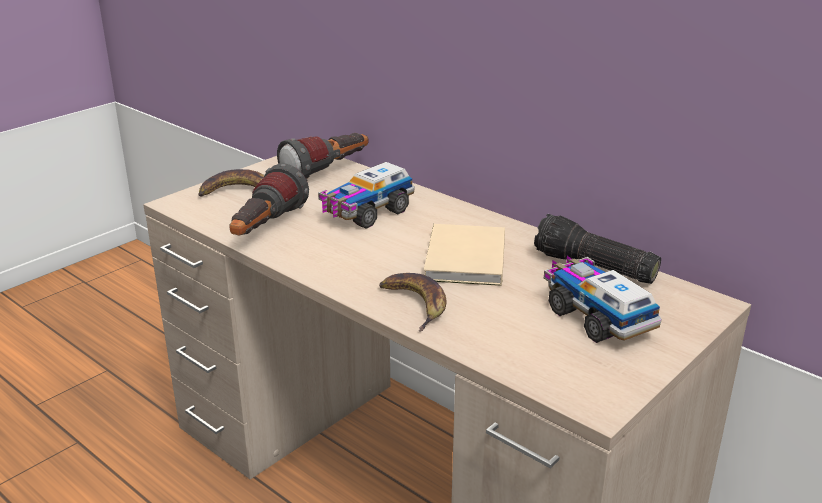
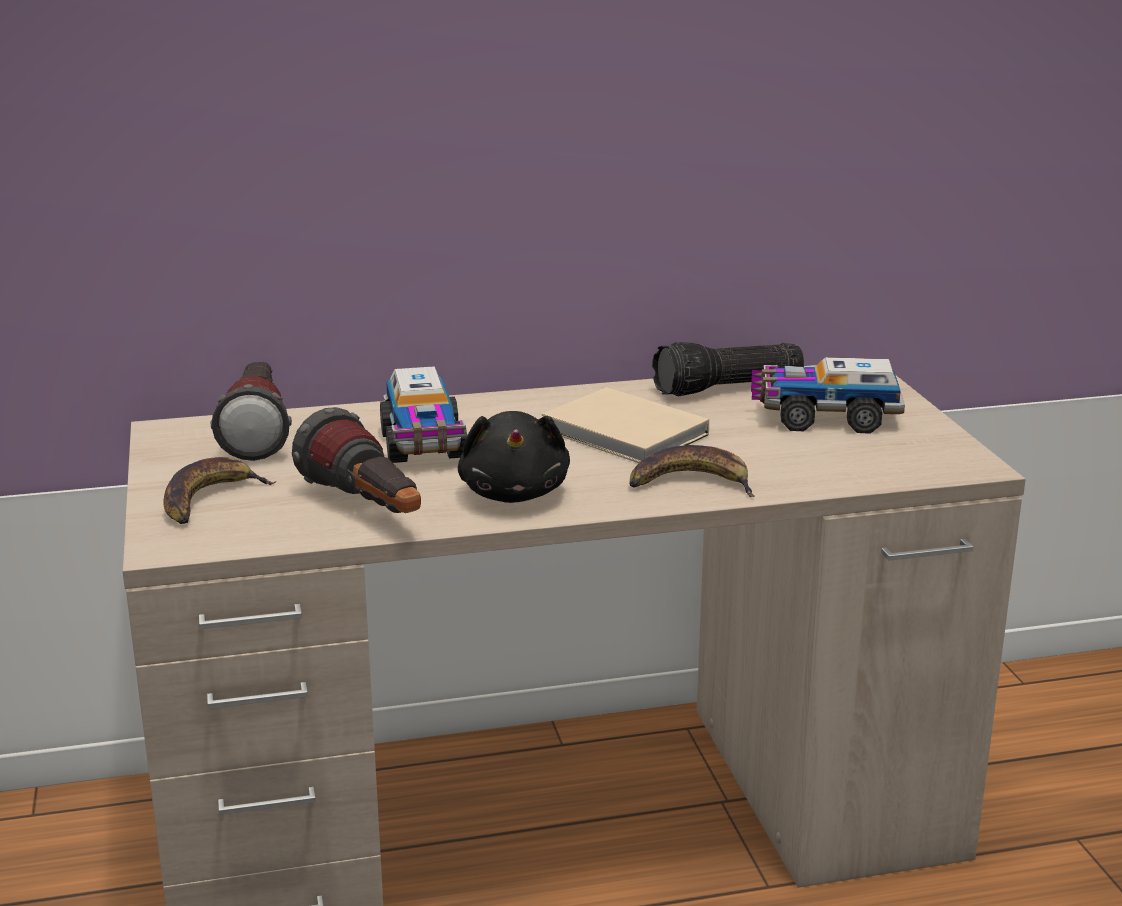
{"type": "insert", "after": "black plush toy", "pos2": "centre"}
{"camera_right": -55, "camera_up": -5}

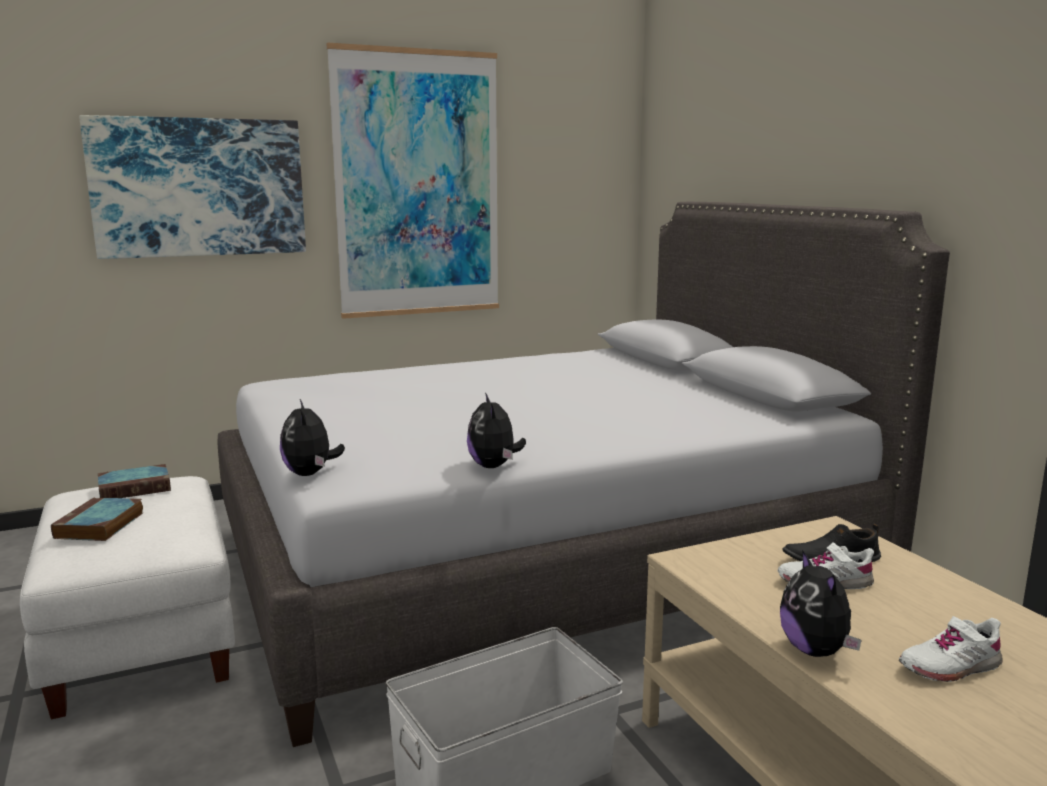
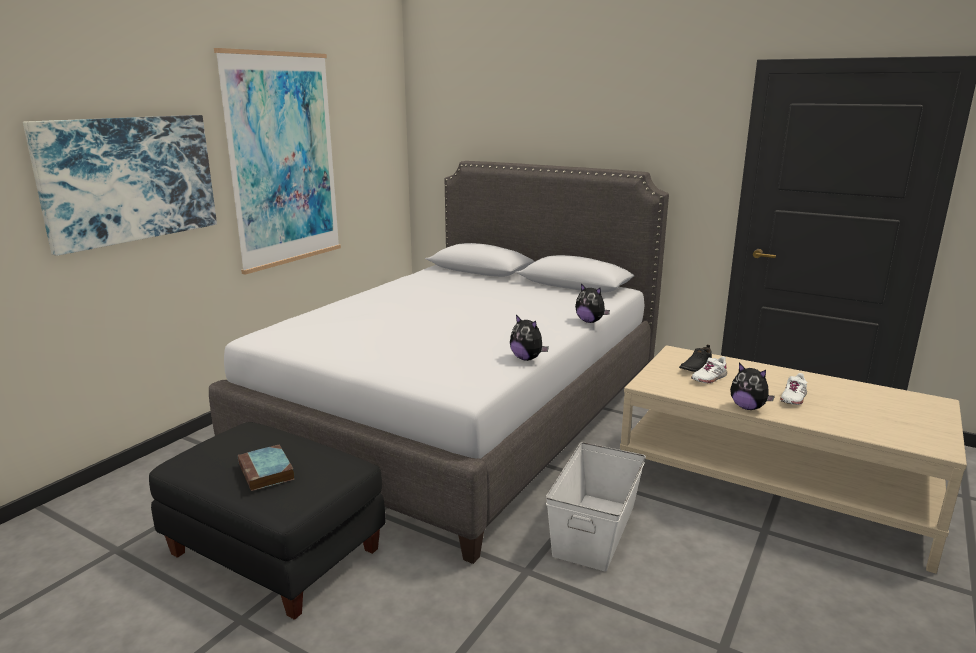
{"type": "recolor", "before": "white ottoman", "after": "black ottoman", "pos1": "bottom left", "pos2": "bottom left"}
{"type": "move", "before": "plush toy (1st from left in the first image)", "after": "plush toy (2nd from left)", "pos1": "middle left", "pos2": "centre"}
{"type": "delete", "before": "book (2nd from left)", "pos1": "middle left"}
{"camera_right": -35, "camera_up": 5}

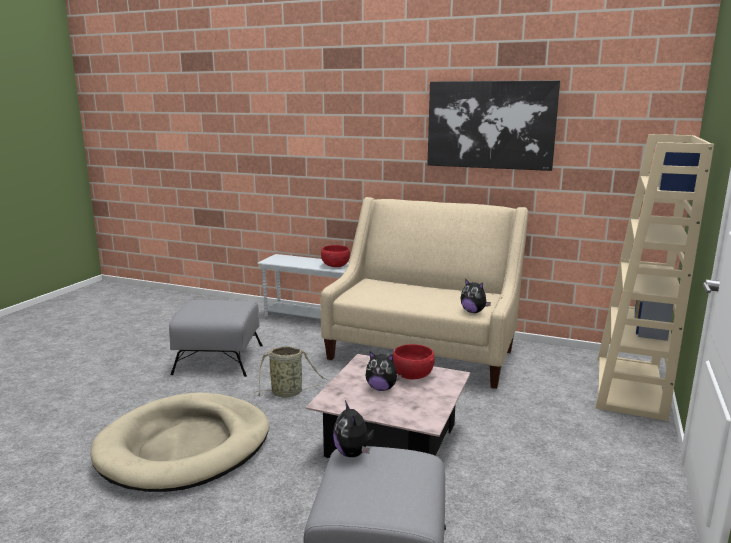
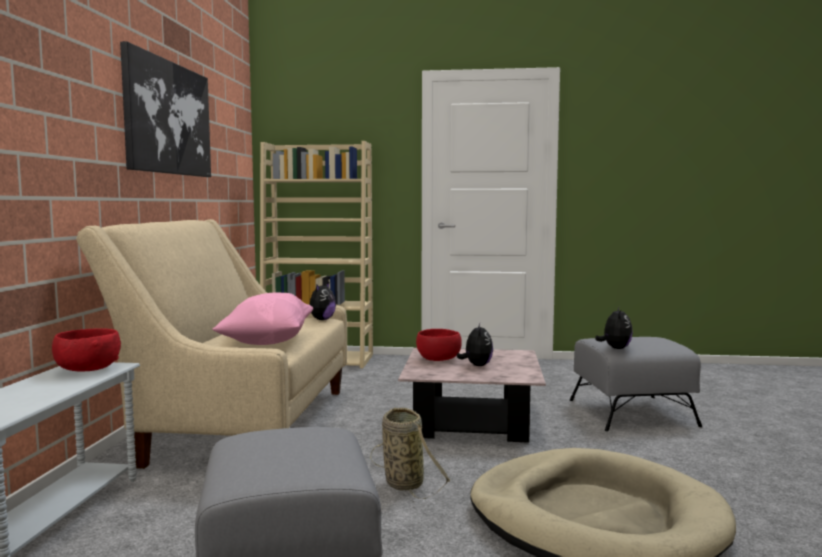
{"type": "insert", "after": "pink pillow", "pos2": "middle left"}
{"type": "rotate", "before": "plush toy (1st from left in the first image)", "pos1": "bottom centre", "pos2": "middle right", "turn": -45}
{"camera_right": -105, "camera_up": -10}

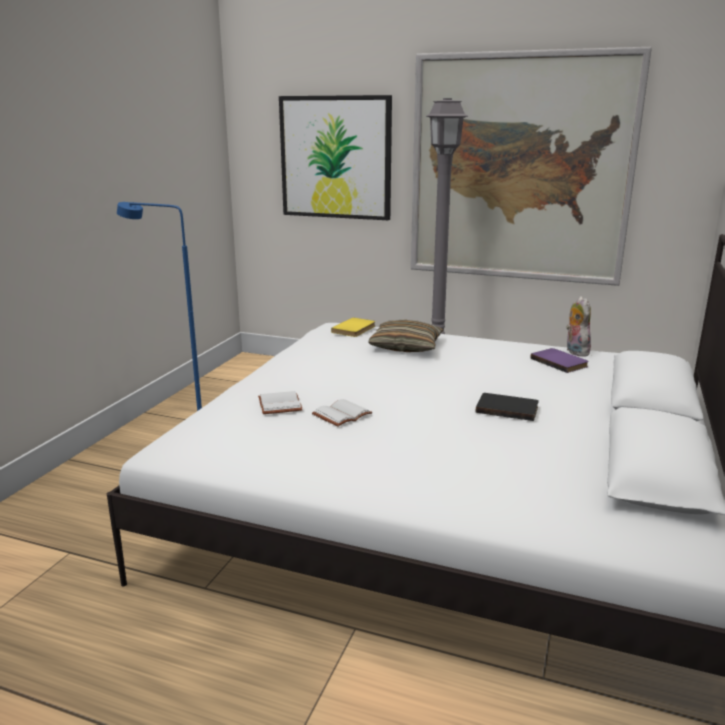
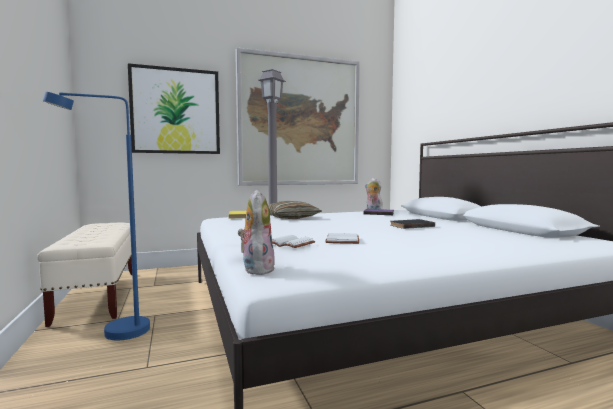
{"type": "insert", "after": "beige bench", "pos2": "bottom left"}
{"type": "insert", "after": "plush toy (1st from left)", "pos2": "centre"}
{"camera_right": -40, "camera_up": -15}

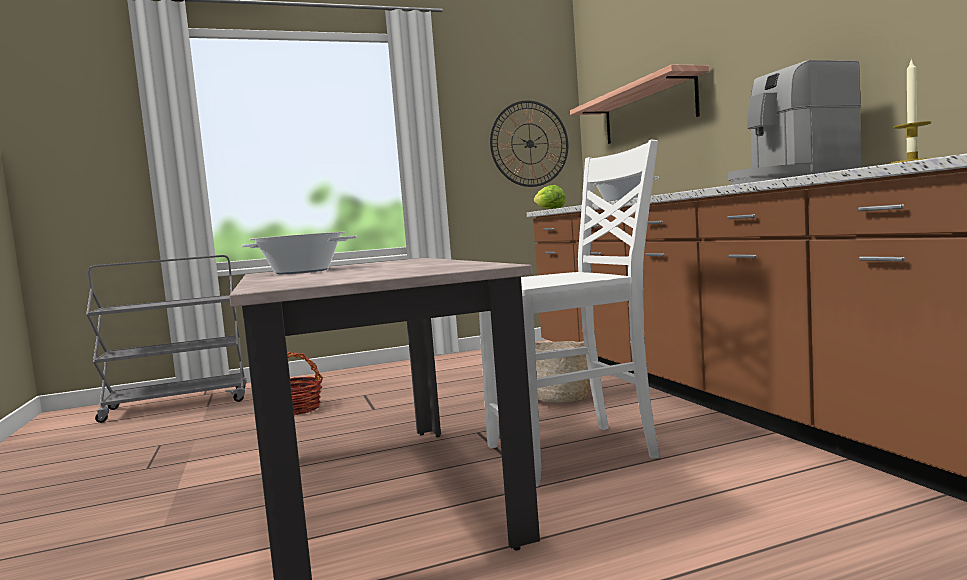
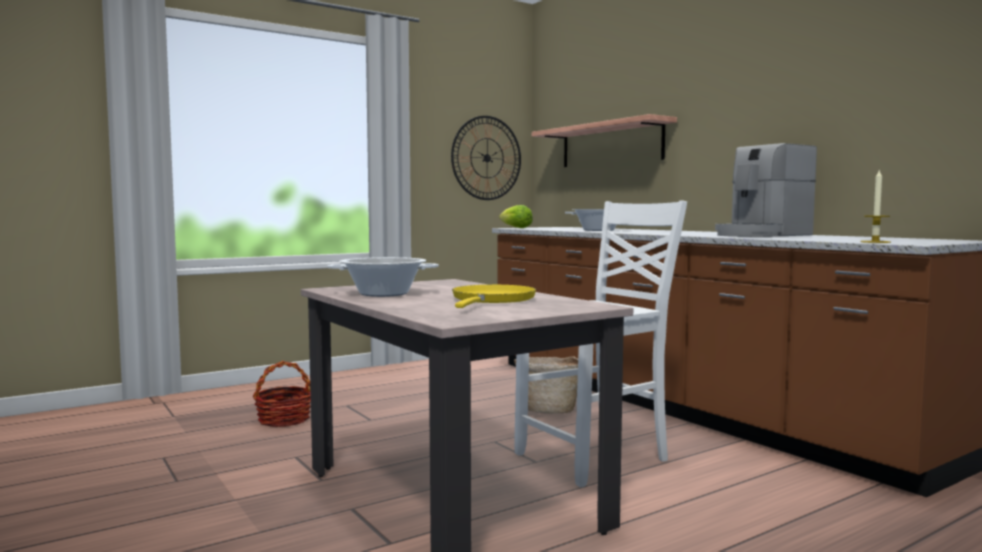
{"type": "insert", "after": "yellow frying pan", "pos2": "centre"}
{"type": "delete", "before": "grey cart", "pos1": "middle left"}
{"camera_right": -15, "camera_up": 0}

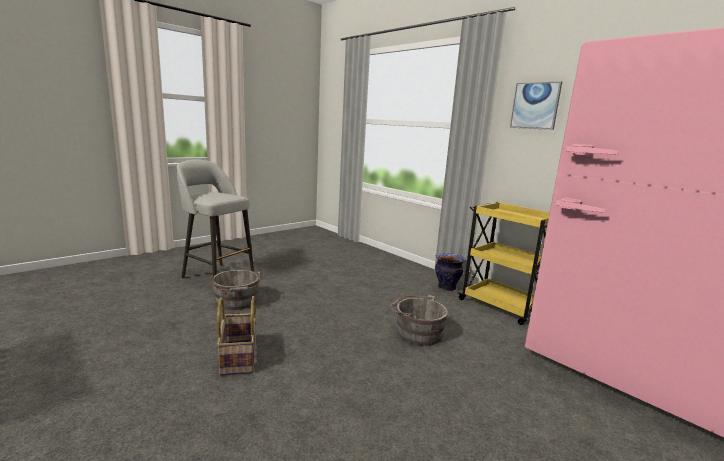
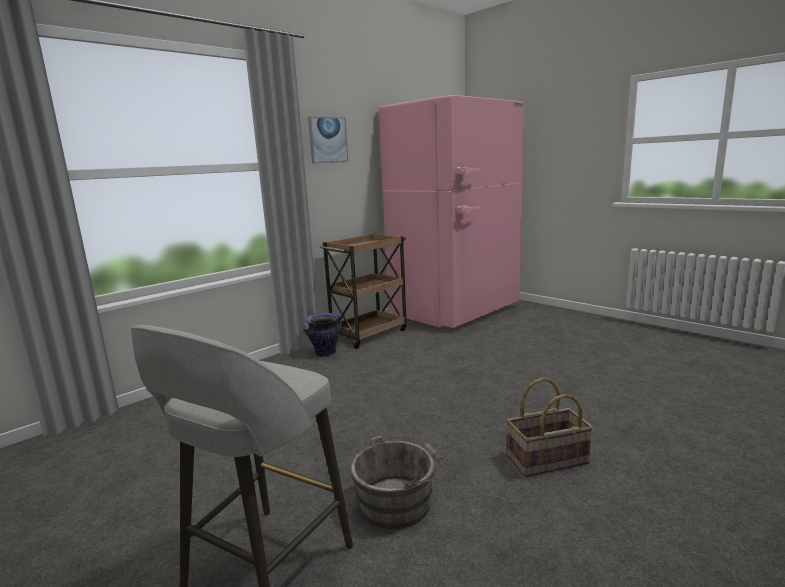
{"type": "recolor", "before": "yellow cart", "after": "brown cart", "pos1": "middle right", "pos2": "centre"}
{"type": "delete", "before": "grey bucket (2nd from left)", "pos1": "bottom centre"}
{"camera_right": -90, "camera_up": 0}

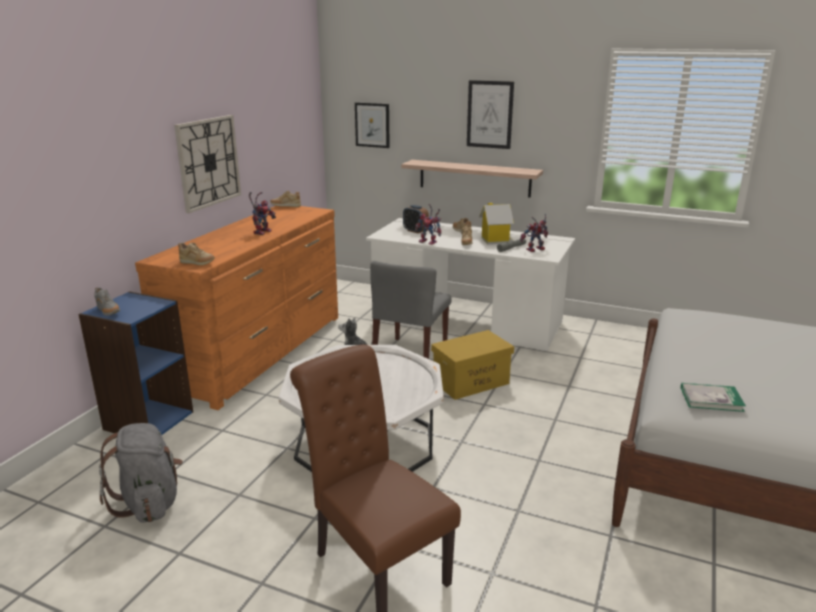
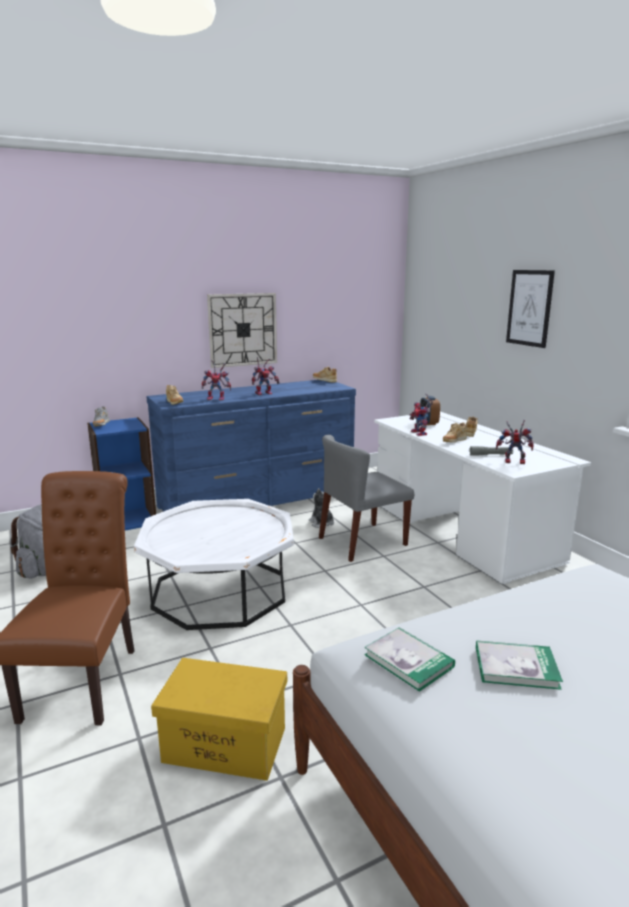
{"type": "recolor", "before": "orange dresser", "after": "blue dresser", "pos1": "middle left", "pos2": "centre"}
{"type": "move", "before": "yellow storage box", "pos1": "centre", "pos2": "bottom centre"}
{"type": "insert", "after": "toy robot (1st from left)", "pos2": "centre"}
{"type": "insert", "after": "book (2nd from left)", "pos2": "bottom right"}
{"type": "delete", "before": "picture (1st from left)", "pos1": "top centre"}
{"type": "delete", "before": "shelf", "pos1": "top centre"}
{"type": "delete", "before": "toy house", "pos1": "centre"}
{"camera_right": 40, "camera_up": -5}

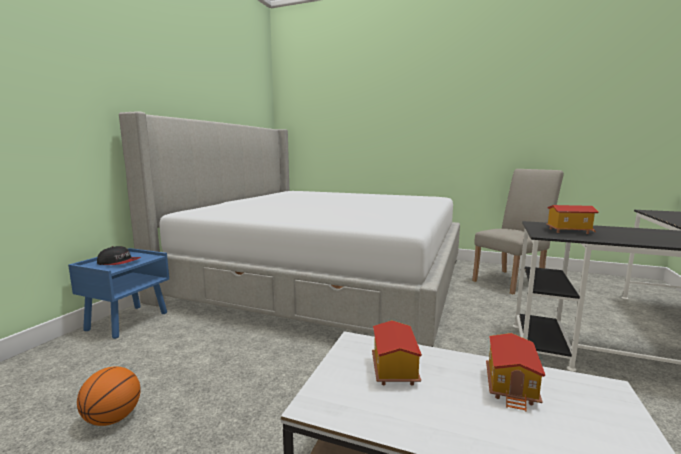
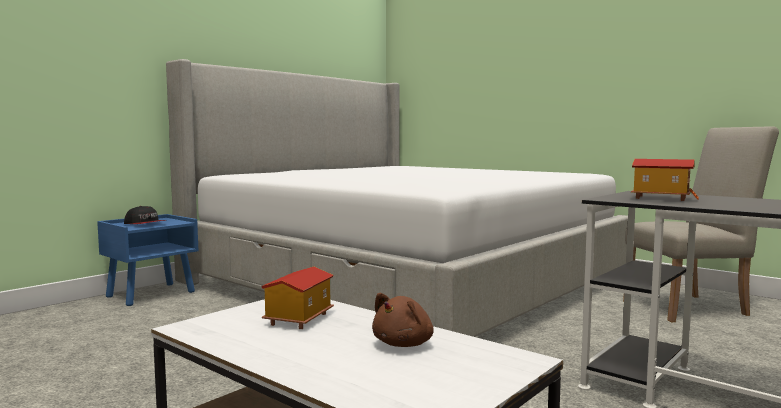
{"type": "replace", "before": "toy house (2nd from left)", "after": "brown plush toy", "pos1": "bottom right", "pos2": "bottom centre"}
{"type": "delete", "before": "basketball", "pos1": "bottom left"}
{"camera_right": 20, "camera_up": -5}

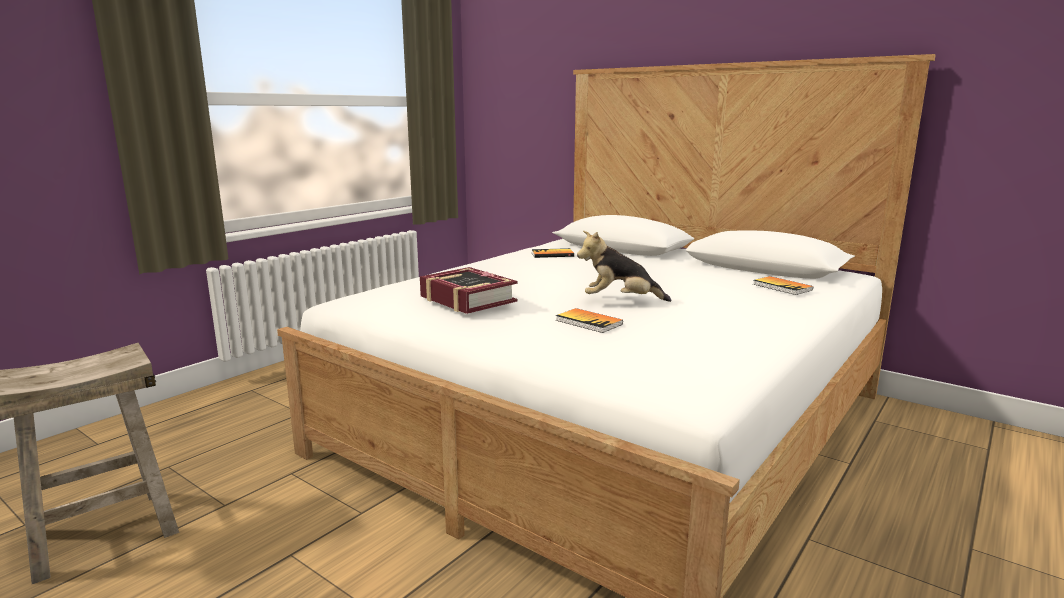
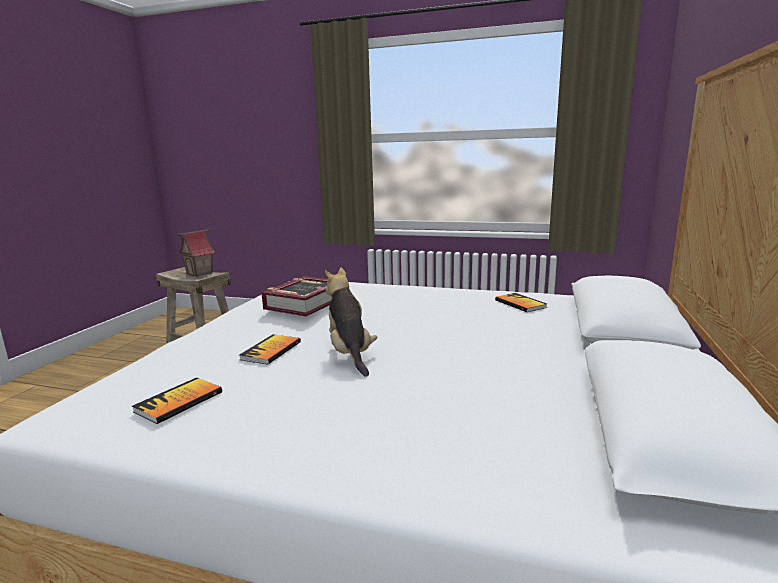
{"type": "move", "before": "book (4th from left in the first image)", "after": "book (1st from left)", "pos1": "middle right", "pos2": "bottom left"}
{"type": "insert", "after": "toy house", "pos2": "middle left"}
{"camera_right": 70, "camera_up": 0}

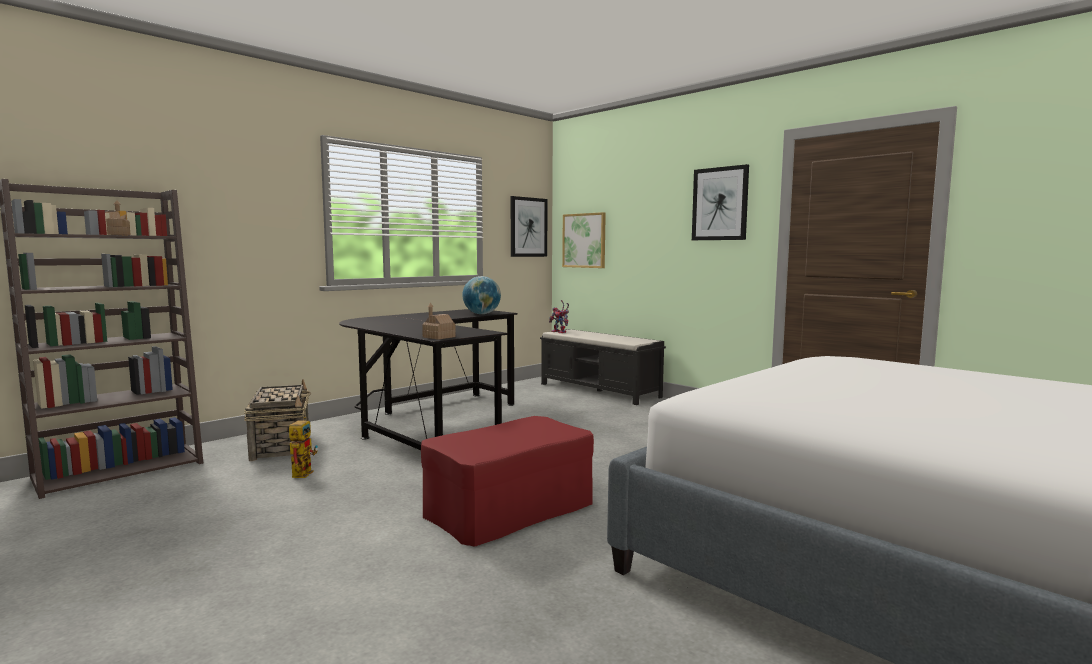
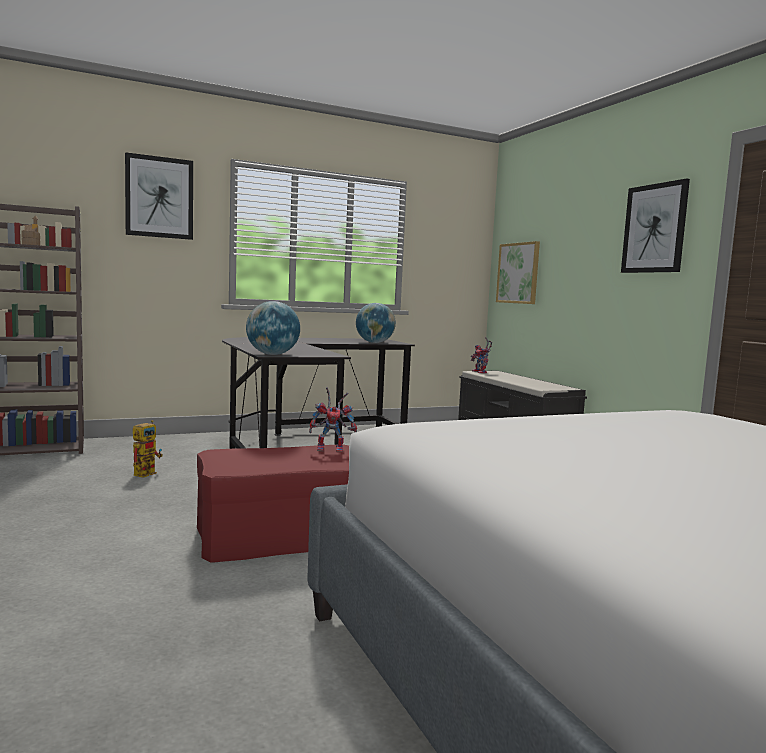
{"type": "move", "before": "picture (1st from left)", "pos1": "centre", "pos2": "top left"}
{"type": "replace", "before": "toy house (2nd from left)", "after": "globe (1st from left)", "pos1": "centre", "pos2": "centre"}
{"type": "insert", "after": "toy robot (2nd from left)", "pos2": "centre"}
{"type": "delete", "before": "basket", "pos1": "middle left"}
{"camera_right": 20, "camera_up": 0}

